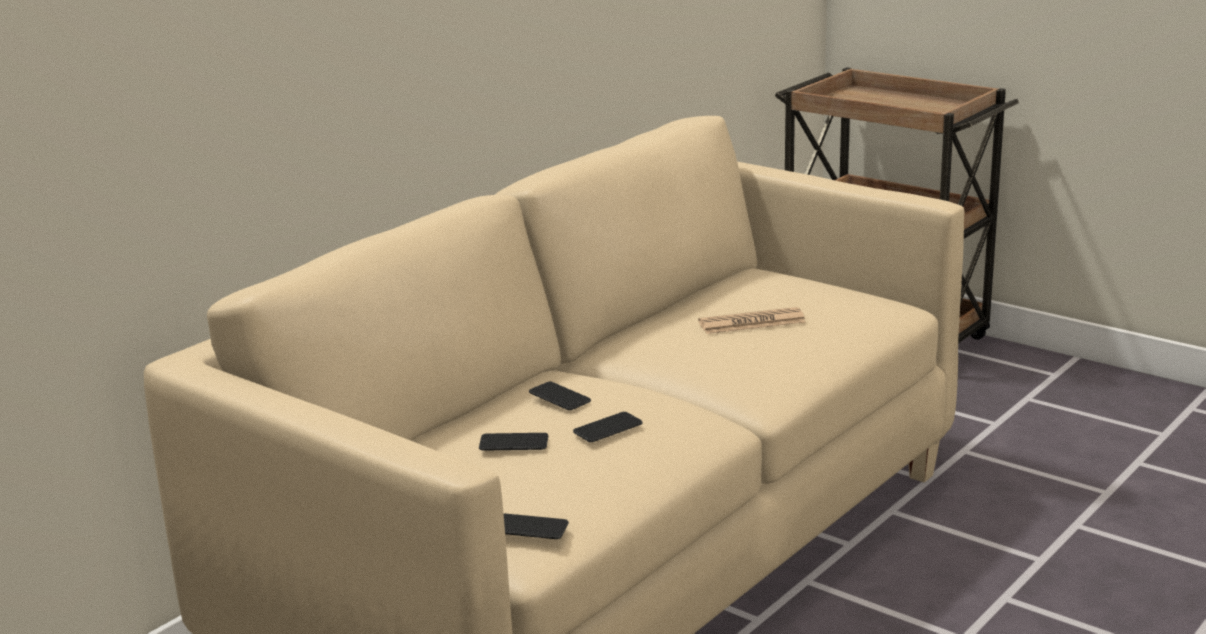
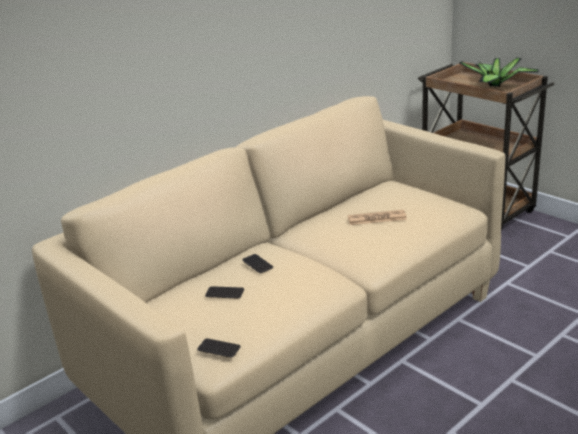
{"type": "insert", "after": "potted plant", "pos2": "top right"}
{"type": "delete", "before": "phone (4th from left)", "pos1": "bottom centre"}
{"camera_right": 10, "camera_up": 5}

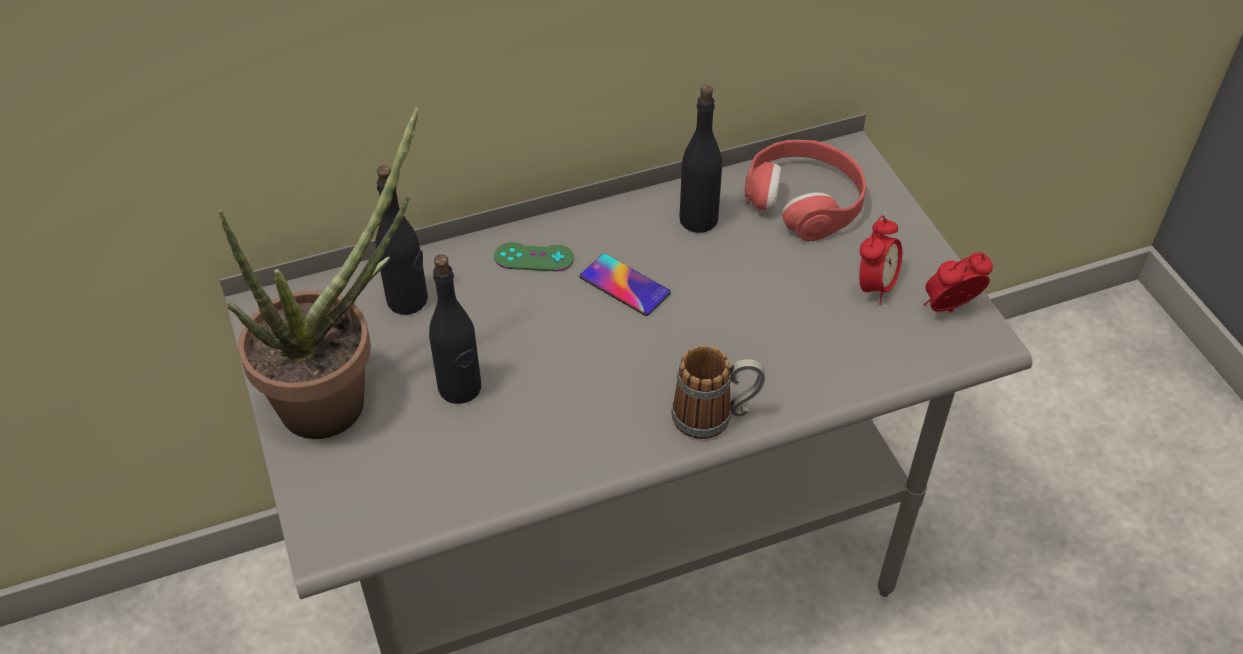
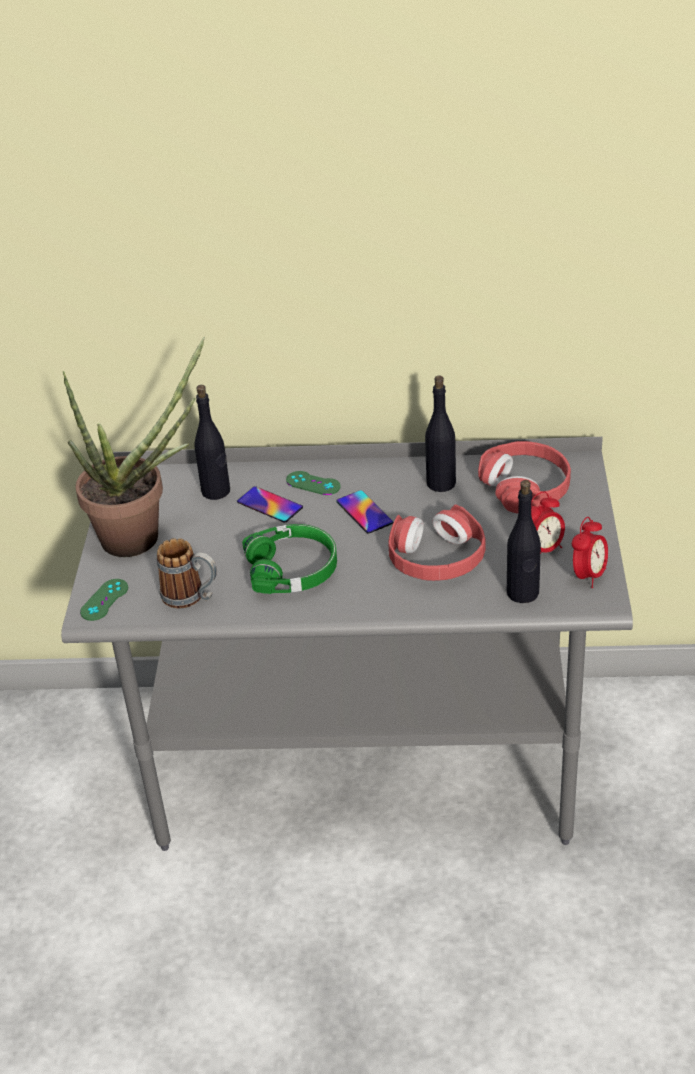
{"type": "insert", "after": "green game controller (1st from left)", "pos2": "middle left"}
{"type": "move", "before": "mug", "pos1": "centre", "pos2": "middle left"}
{"type": "insert", "after": "phone (1st from left)", "pos2": "centre"}
{"type": "insert", "after": "green headphones", "pos2": "centre"}
{"type": "insert", "after": "red headphones (1st from left)", "pos2": "centre"}
{"type": "move", "before": "black bottle (2nd from left in the first image)", "after": "black bottle (3rd from left)", "pos1": "centre", "pos2": "middle right"}
{"type": "rotate", "before": "alarm clock (2nd from left)", "pos1": "middle right", "pos2": "middle right", "turn": 120}
{"camera_right": 25, "camera_up": -10}

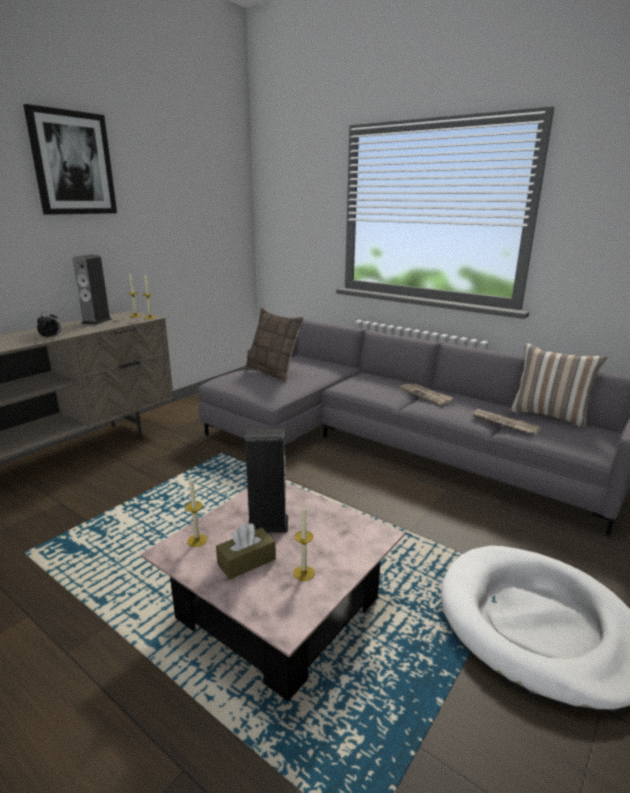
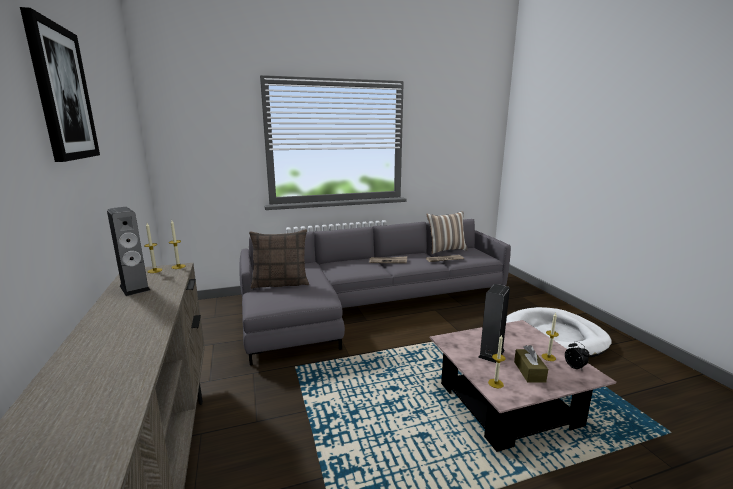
{"type": "move", "before": "alarm clock", "pos1": "middle left", "pos2": "bottom right"}
{"camera_right": -55, "camera_up": -5}

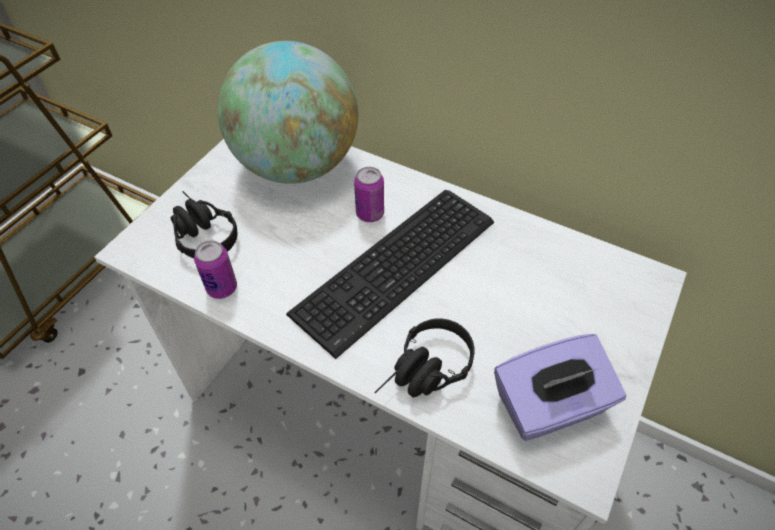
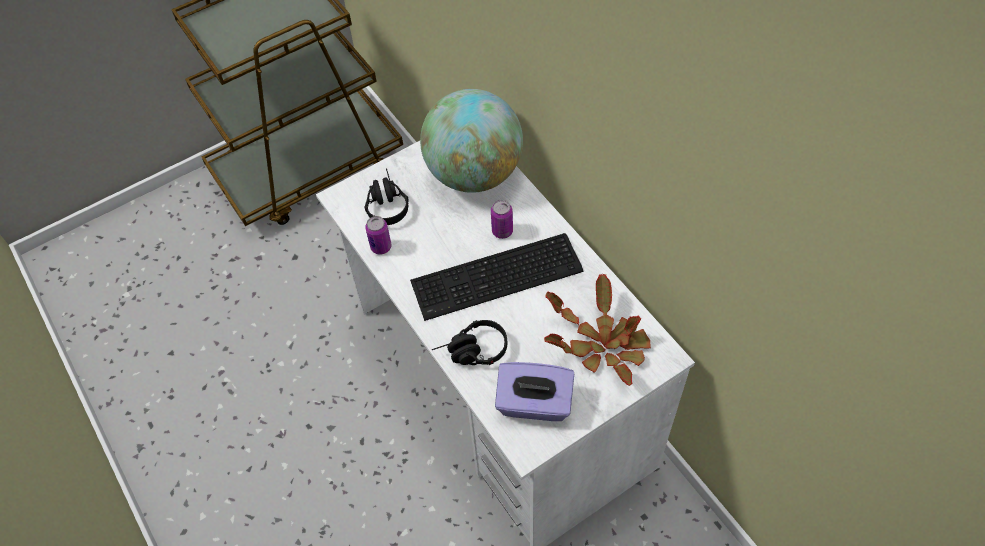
{"type": "insert", "after": "potted plant", "pos2": "centre"}
{"camera_right": 30, "camera_up": 5}

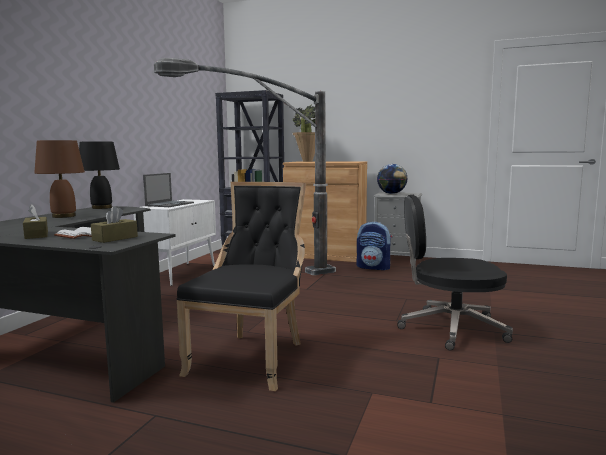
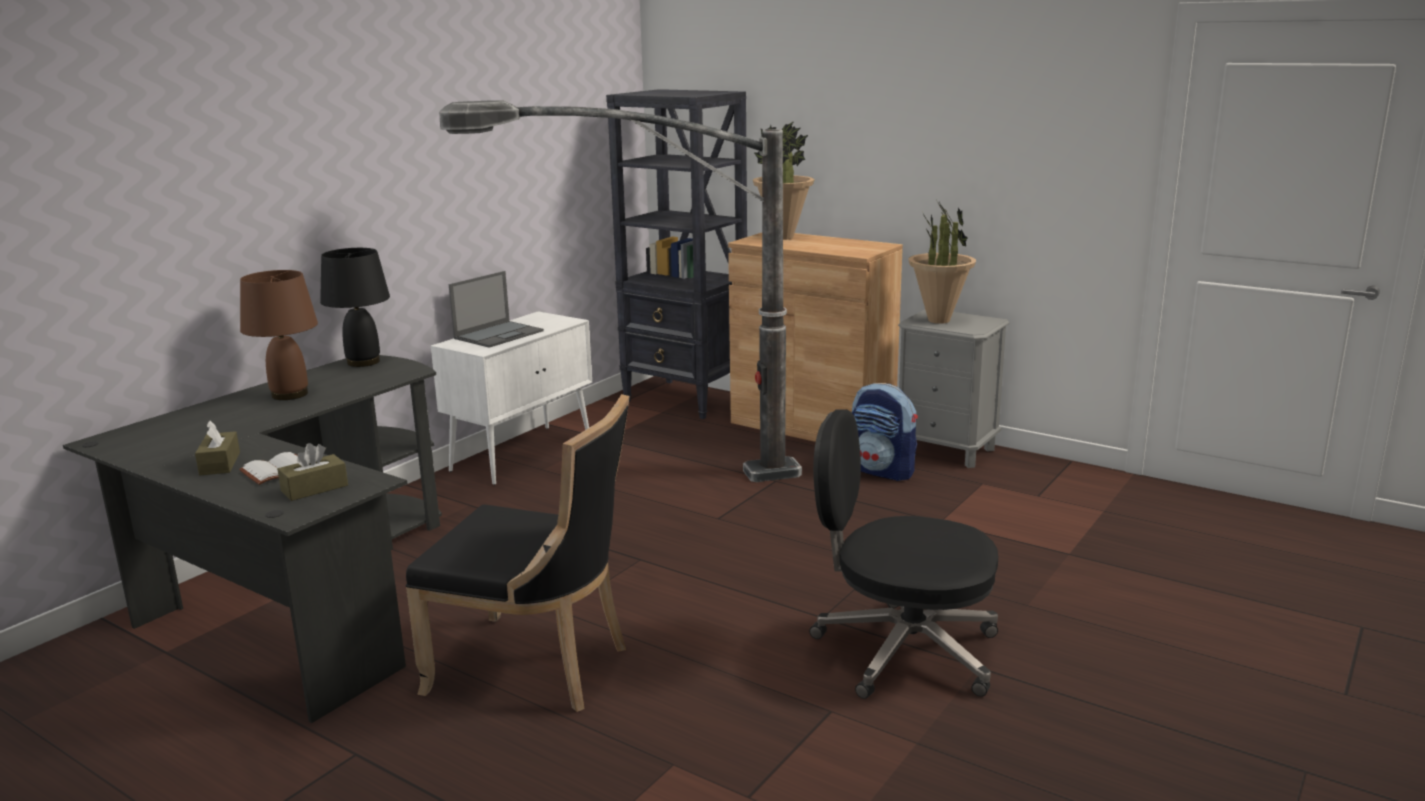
{"type": "rotate", "before": "black chair", "pos1": "centre", "pos2": "bottom centre", "turn": 75}
{"type": "replace", "before": "globe", "after": "potted plant (2nd from left)", "pos1": "centre", "pos2": "top centre"}
{"camera_right": 15, "camera_up": 10}

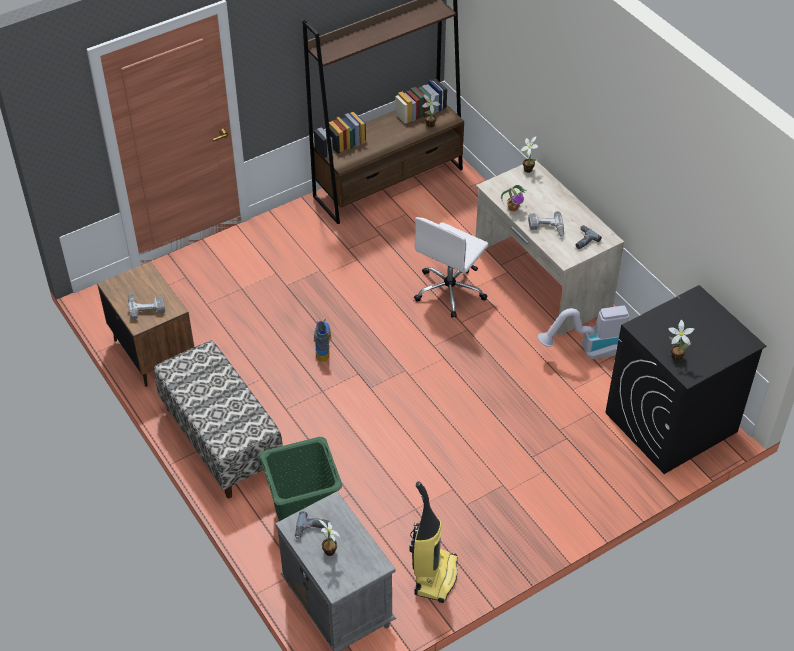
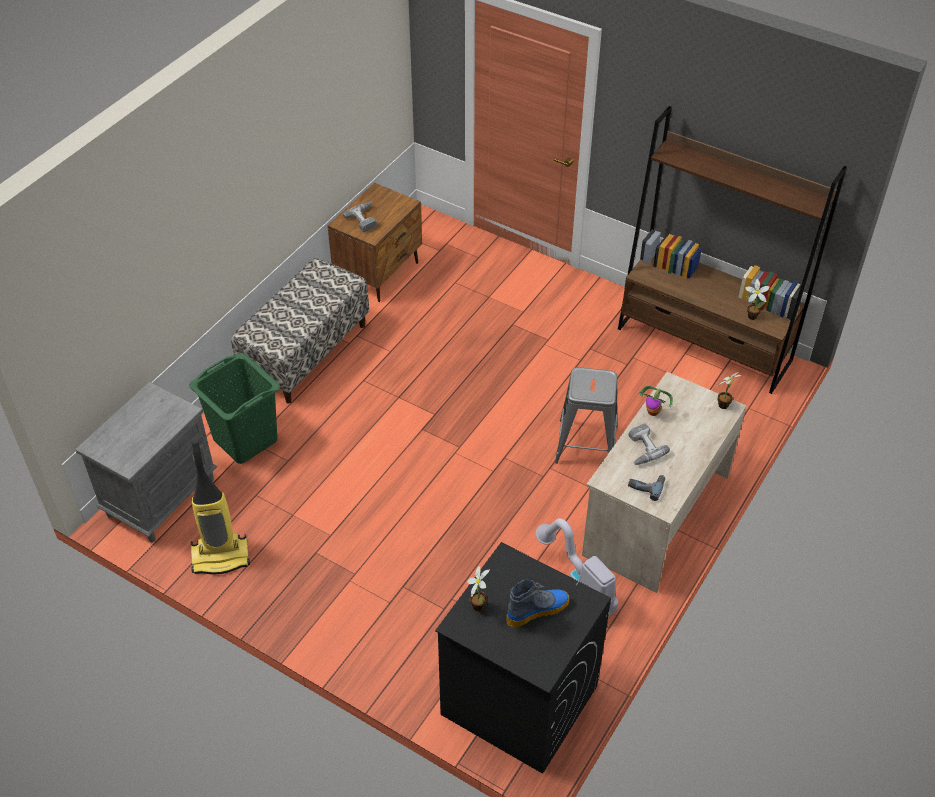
{"type": "move", "before": "boot", "pos1": "centre", "pos2": "bottom centre"}
{"type": "replace", "before": "white office chair", "after": "grey stool", "pos1": "centre", "pos2": "centre"}
{"type": "delete", "before": "power drill (2nd from left)", "pos1": "bottom centre"}
{"type": "delete", "before": "potted plant (1st from left)", "pos1": "bottom centre"}
{"camera_right": 65, "camera_up": 0}

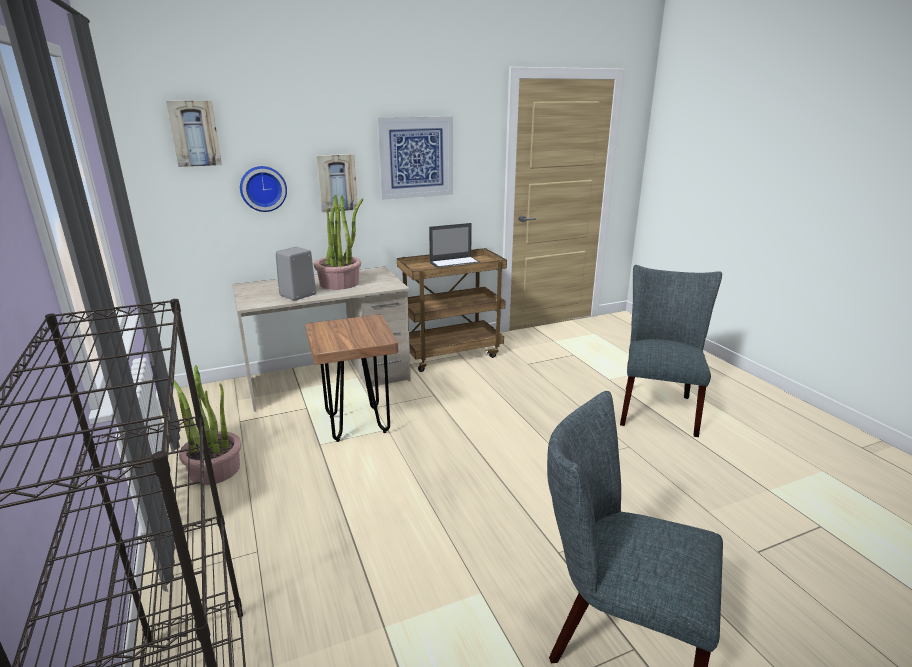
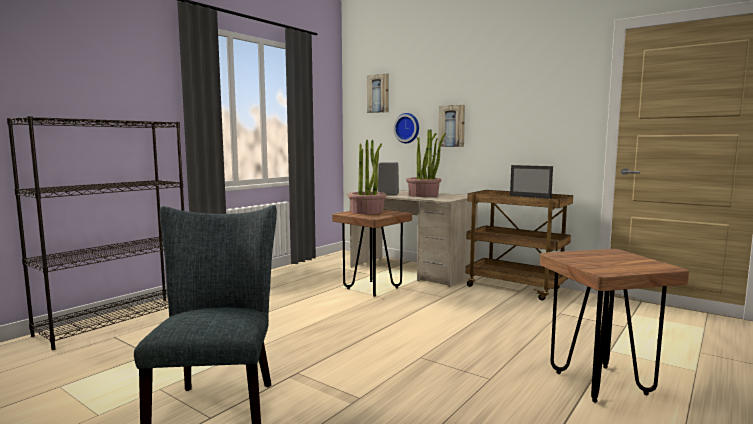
{"type": "move", "before": "potted plant (1st from left)", "pos1": "middle left", "pos2": "centre"}
{"type": "replace", "before": "grey chair (2nd from left)", "after": "brown stool (2nd from left)", "pos1": "middle right", "pos2": "bottom right"}
{"type": "delete", "before": "picture (3rd from left)", "pos1": "top centre"}
{"camera_right": 60, "camera_up": -15}

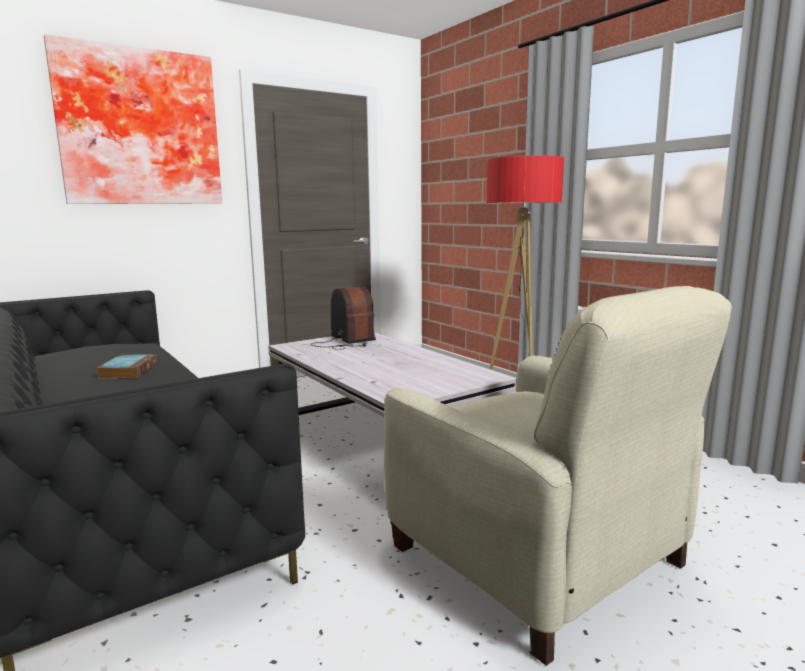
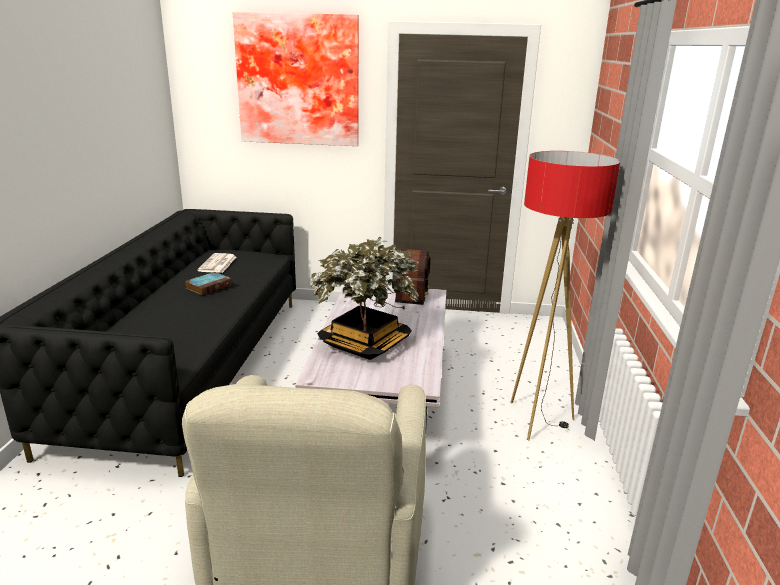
{"type": "insert", "after": "newspaper", "pos2": "middle left"}
{"type": "insert", "after": "potted plant", "pos2": "centre"}
{"camera_right": 40, "camera_up": 10}

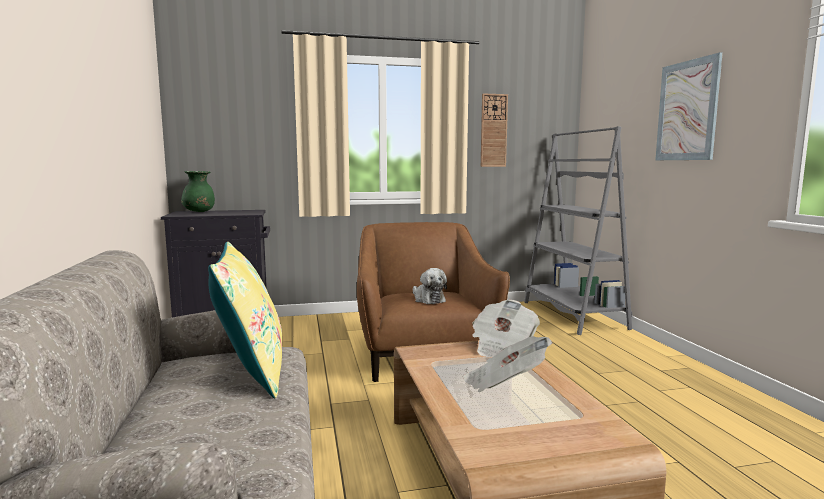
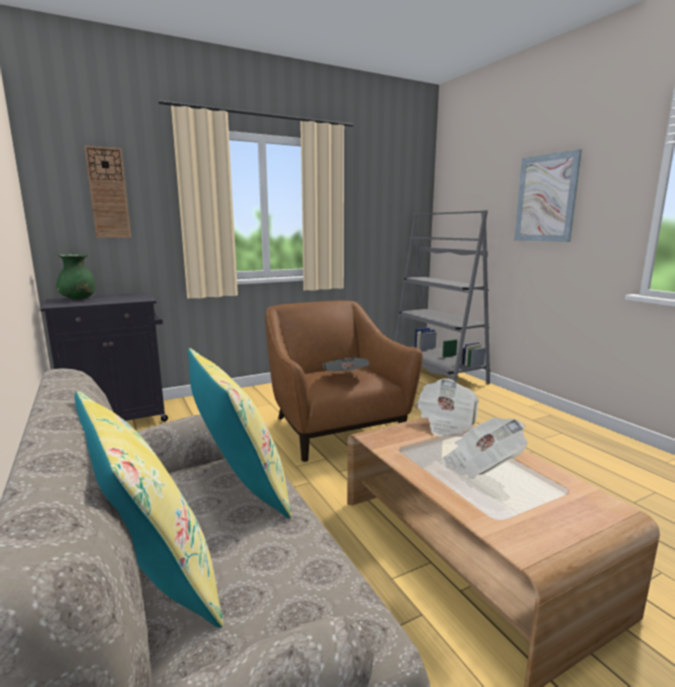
{"type": "insert", "after": "yellow pillow (1st from left)", "pos2": "bottom left"}
{"type": "move", "before": "wall clock", "pos1": "top centre", "pos2": "top left"}
{"type": "replace", "before": "plush toy", "after": "newspaper (1st from left)", "pos1": "centre", "pos2": "centre"}
{"camera_right": -15, "camera_up": 5}

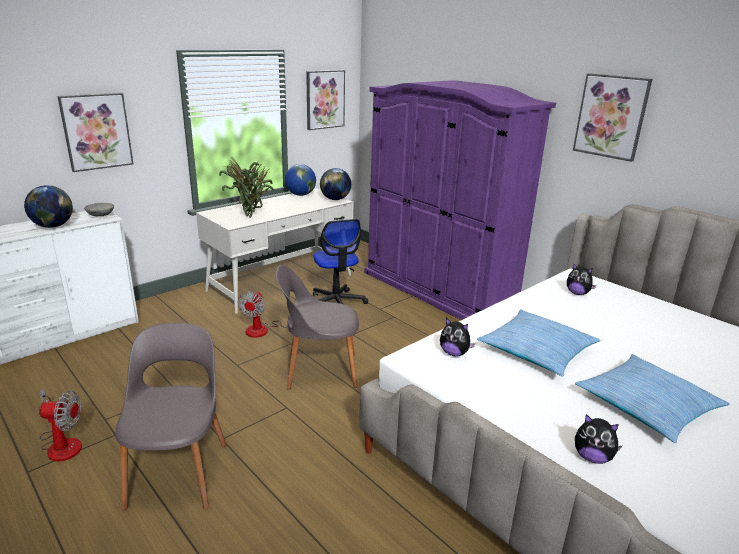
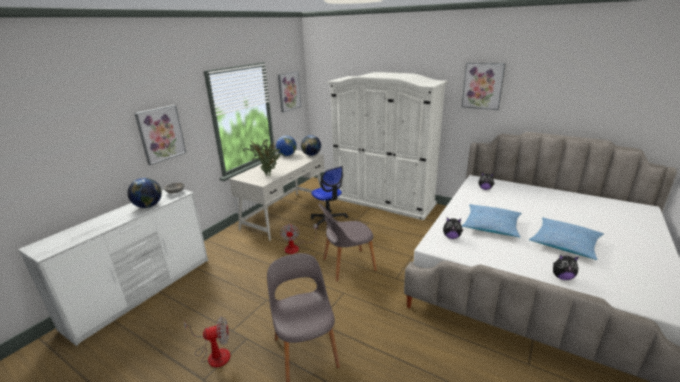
{"type": "recolor", "before": "purple wardrobe", "after": "white wardrobe", "pos1": "centre", "pos2": "centre"}
{"camera_right": -15, "camera_up": 0}

